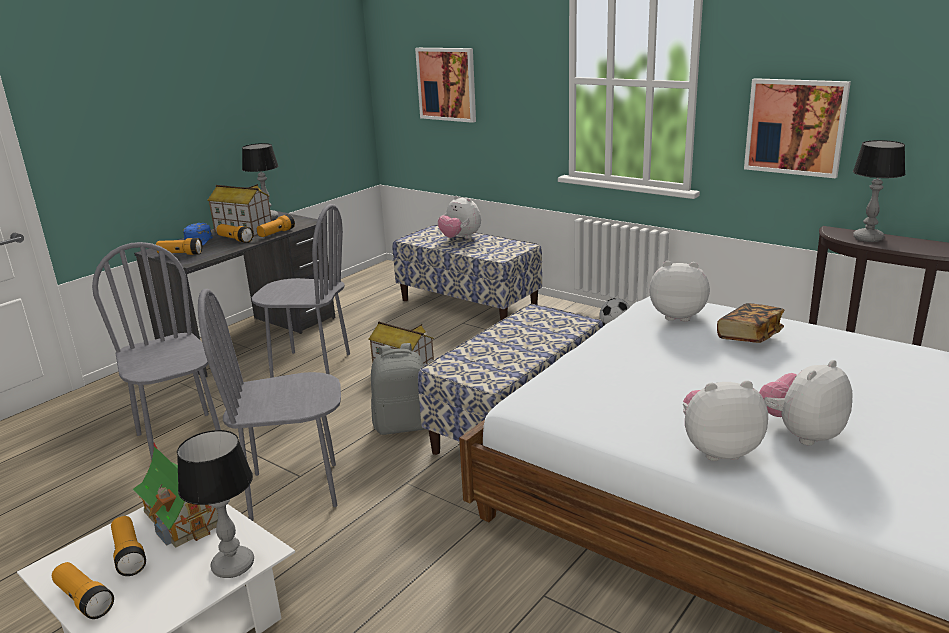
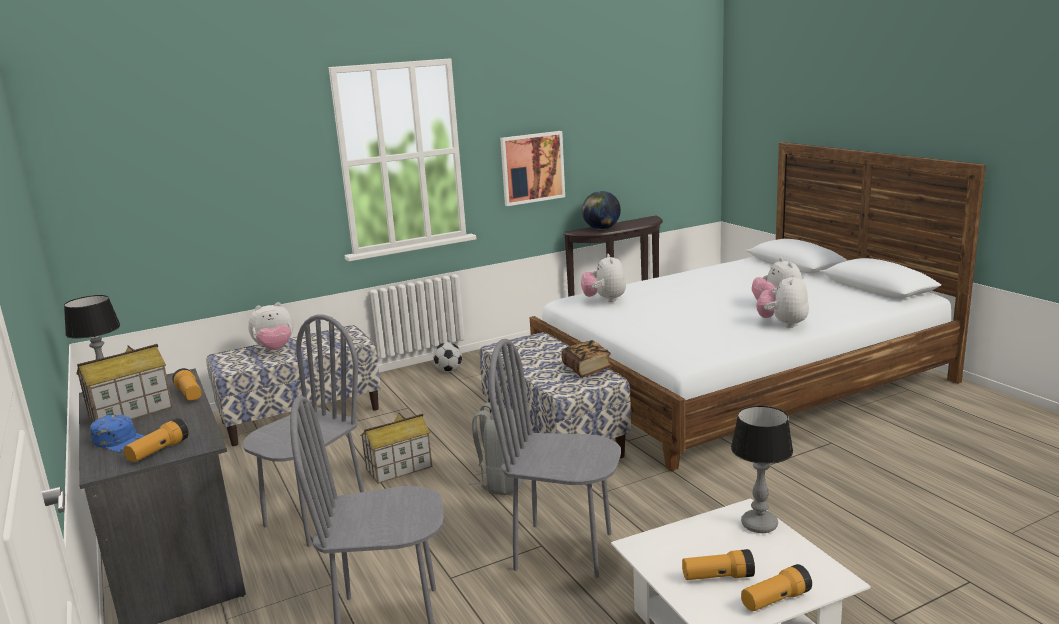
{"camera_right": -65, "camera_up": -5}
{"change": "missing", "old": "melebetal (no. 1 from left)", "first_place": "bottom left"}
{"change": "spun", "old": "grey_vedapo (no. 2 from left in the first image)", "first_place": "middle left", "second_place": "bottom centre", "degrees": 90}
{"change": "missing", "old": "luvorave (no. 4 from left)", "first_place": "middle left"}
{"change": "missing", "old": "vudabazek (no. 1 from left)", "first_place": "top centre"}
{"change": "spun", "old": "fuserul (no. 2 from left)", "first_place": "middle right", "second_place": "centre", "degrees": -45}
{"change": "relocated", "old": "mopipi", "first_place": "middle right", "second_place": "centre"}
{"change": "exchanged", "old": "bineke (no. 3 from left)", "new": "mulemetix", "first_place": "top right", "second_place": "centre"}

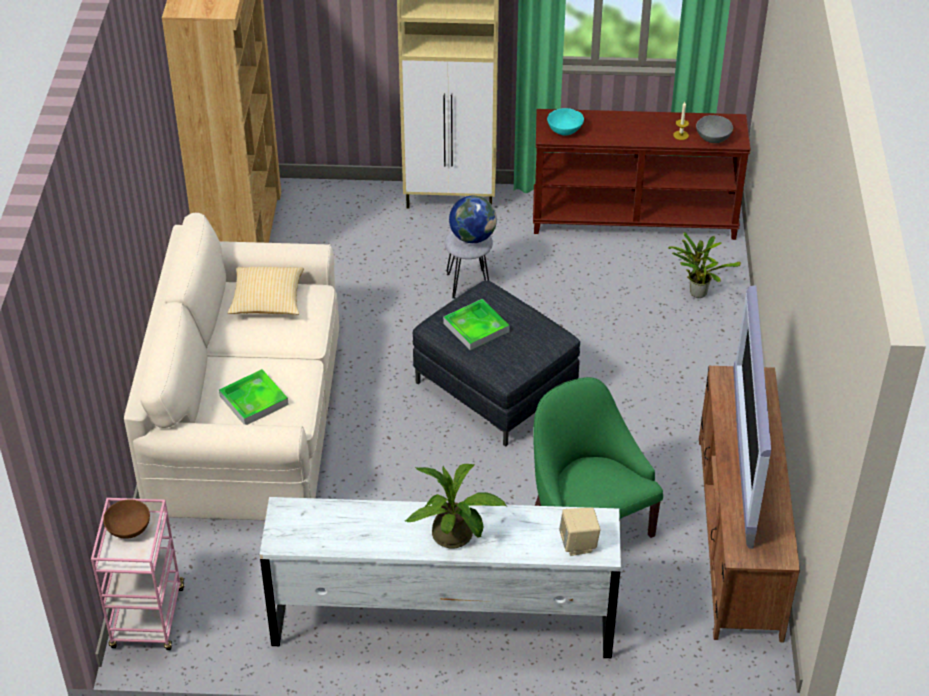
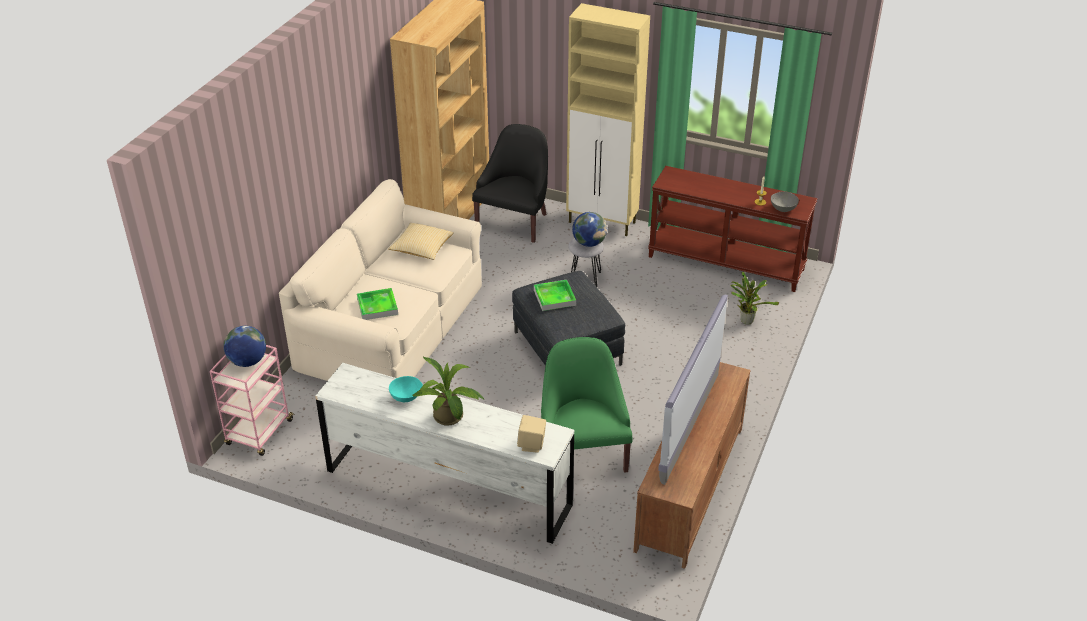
{"camera_right": 20, "camera_up": -5}
{"change": "exchanged", "old": "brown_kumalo", "new": "mulemetix (no. 1 from left)", "first_place": "bottom left", "second_place": "middle left"}
{"change": "relocated", "old": "turquoise_kumalo", "first_place": "top centre", "second_place": "centre"}
{"change": "appeared", "new": "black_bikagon", "second_place": "top centre"}

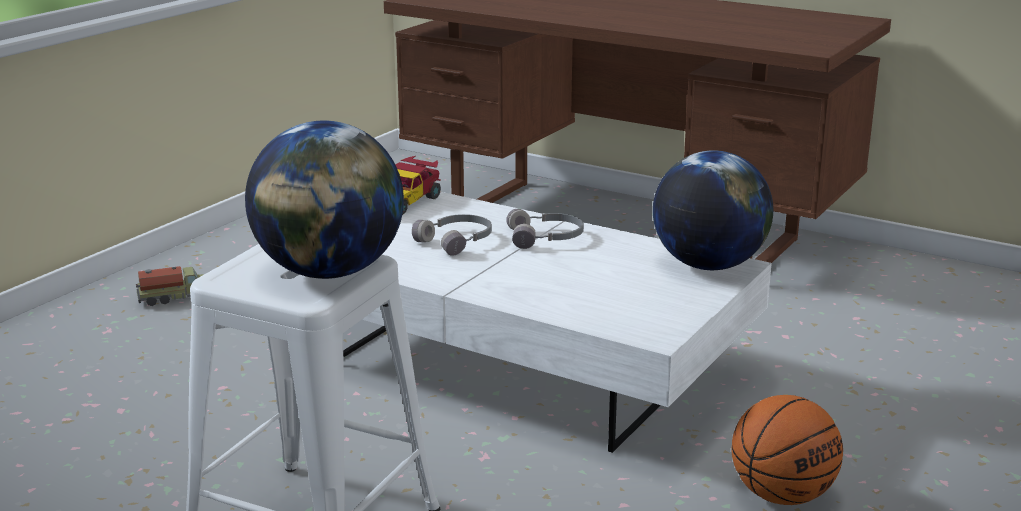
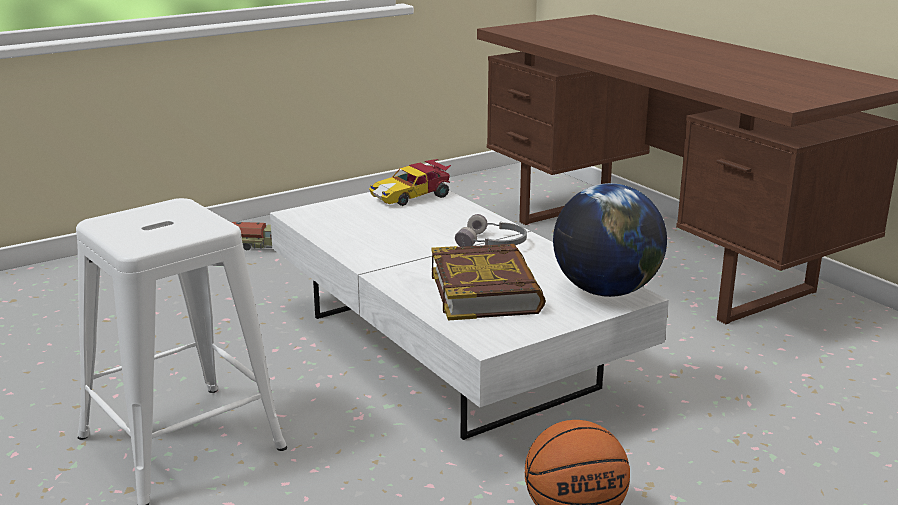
{"camera_right": 25, "camera_up": 0}
{"change": "missing", "old": "mulemetix (no. 1 from left)", "first_place": "middle left"}
{"change": "missing", "old": "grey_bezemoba (no. 1 from left)", "first_place": "centre"}
{"change": "appeared", "new": "mopipi", "second_place": "centre"}

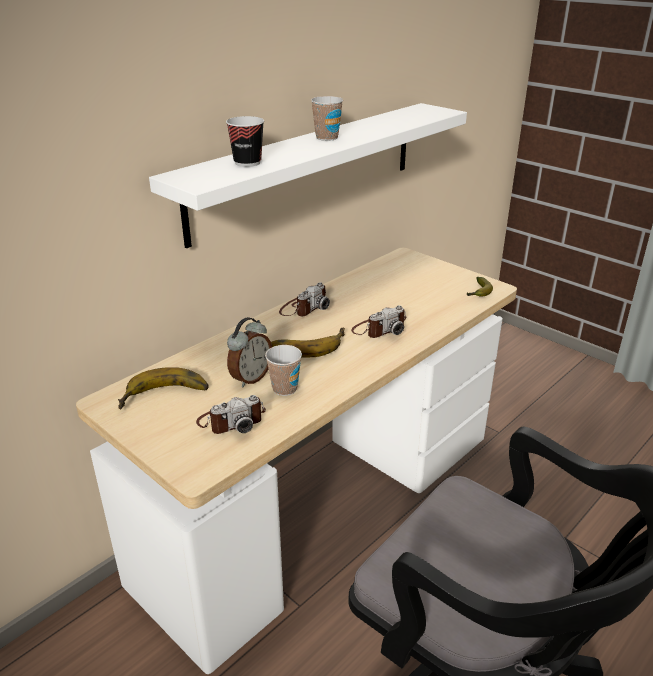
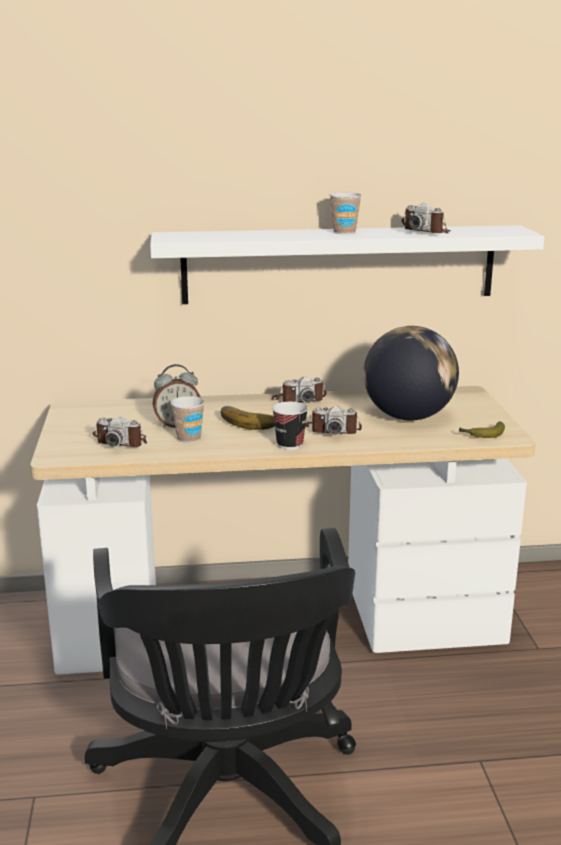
{"camera_right": 40, "camera_up": -10}
{"change": "missing", "old": "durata (no. 1 from left)", "first_place": "middle left"}
{"change": "relocated", "old": "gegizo (no. 1 from left in the first image)", "new": "gegizo (no. 2 from left)", "first_place": "top centre", "second_place": "centre"}
{"change": "appeared", "new": "mulemetix", "second_place": "middle right"}
{"change": "appeared", "new": "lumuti (no. 4 from left)", "second_place": "top right"}

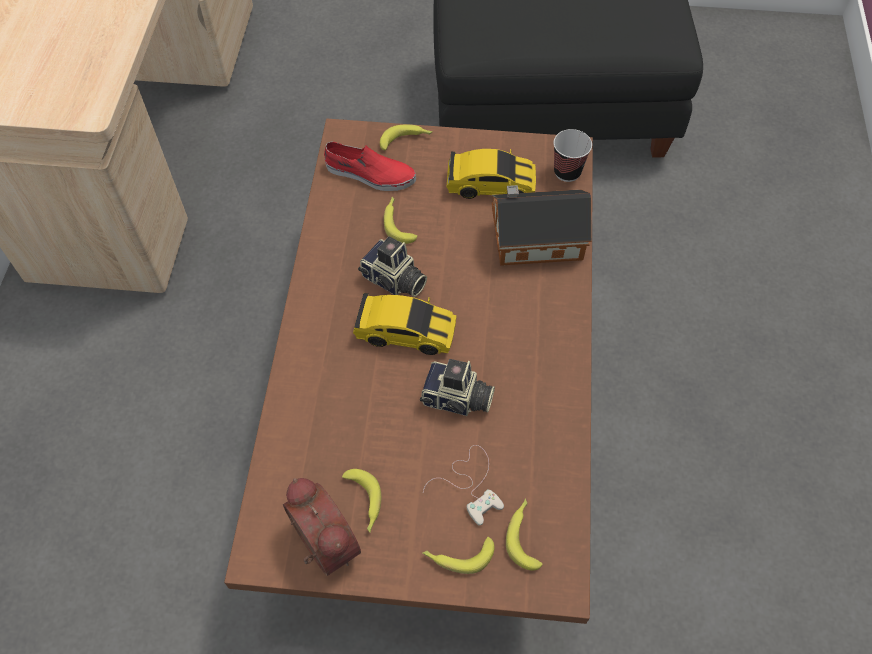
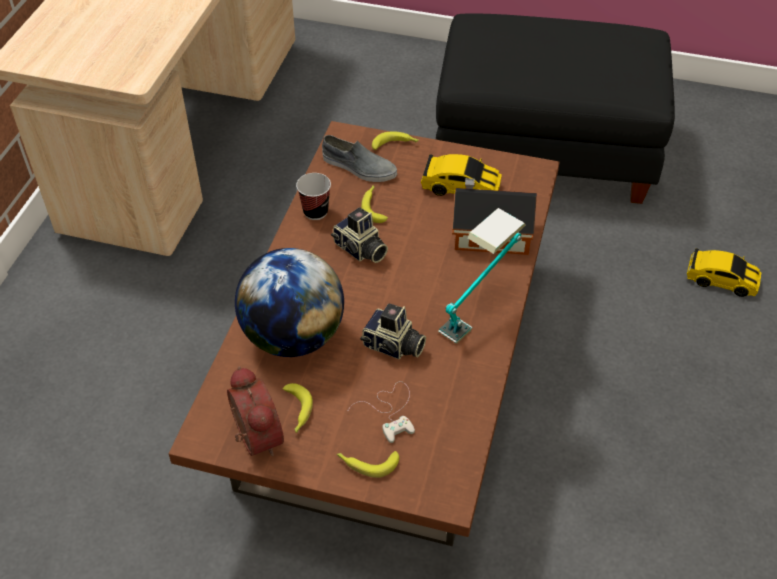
{"camera_right": 10, "camera_up": -10}
{"change": "colour", "old": "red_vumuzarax", "new": "grey_vumuzarax", "first_place": "top centre", "second_place": "top centre"}
{"change": "relocated", "old": "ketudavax (no. 1 from left in the first image)", "new": "ketudavax (no. 2 from left)", "first_place": "centre", "second_place": "middle right"}
{"change": "missing", "old": "durata (no. 5 from left)", "first_place": "bottom centre"}
{"change": "relocated", "old": "gegizo", "first_place": "top centre", "second_place": "centre"}
{"change": "appeared", "new": "mulemetix", "second_place": "centre"}
{"change": "appeared", "new": "bineke", "second_place": "centre"}

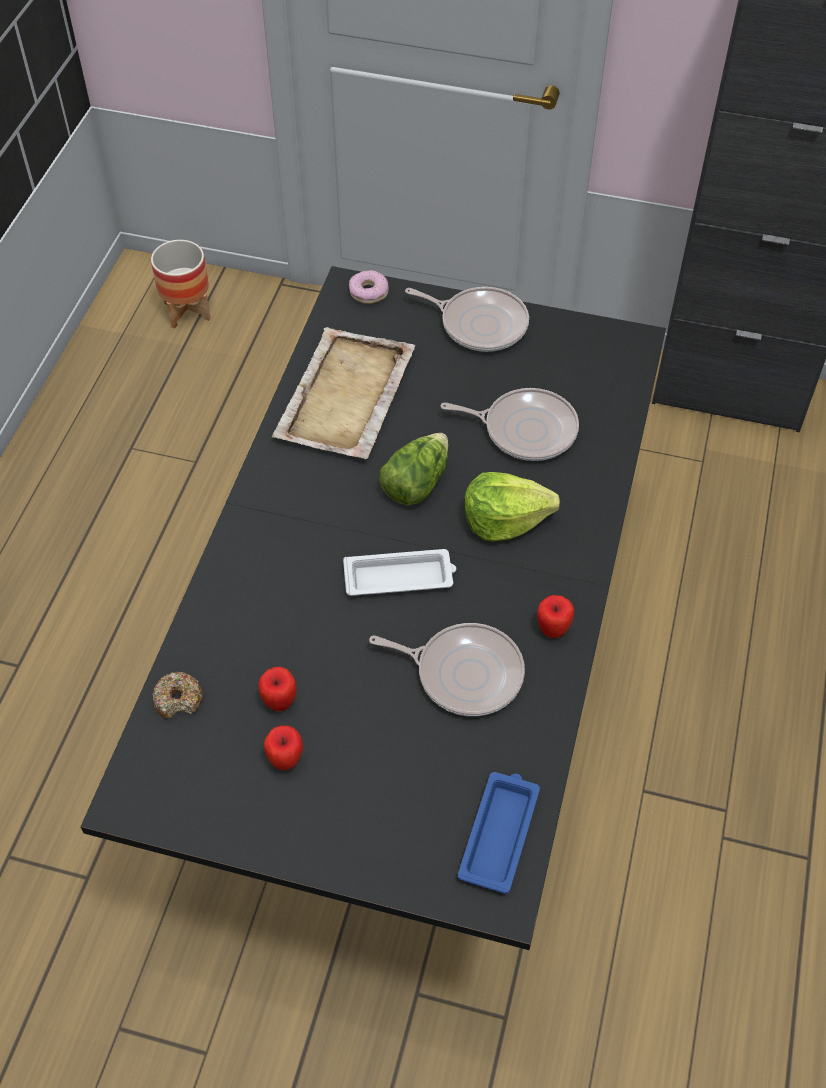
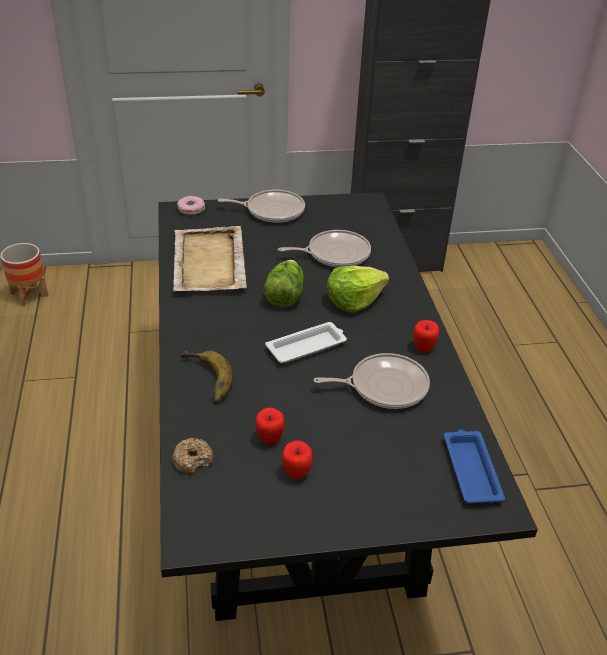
{"camera_right": -25, "camera_up": -15}
{"change": "appeared", "new": "durata", "second_place": "centre"}

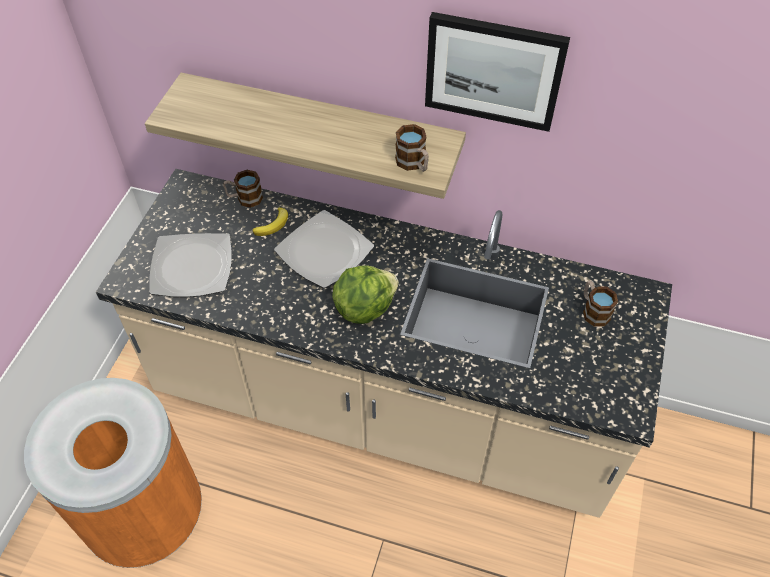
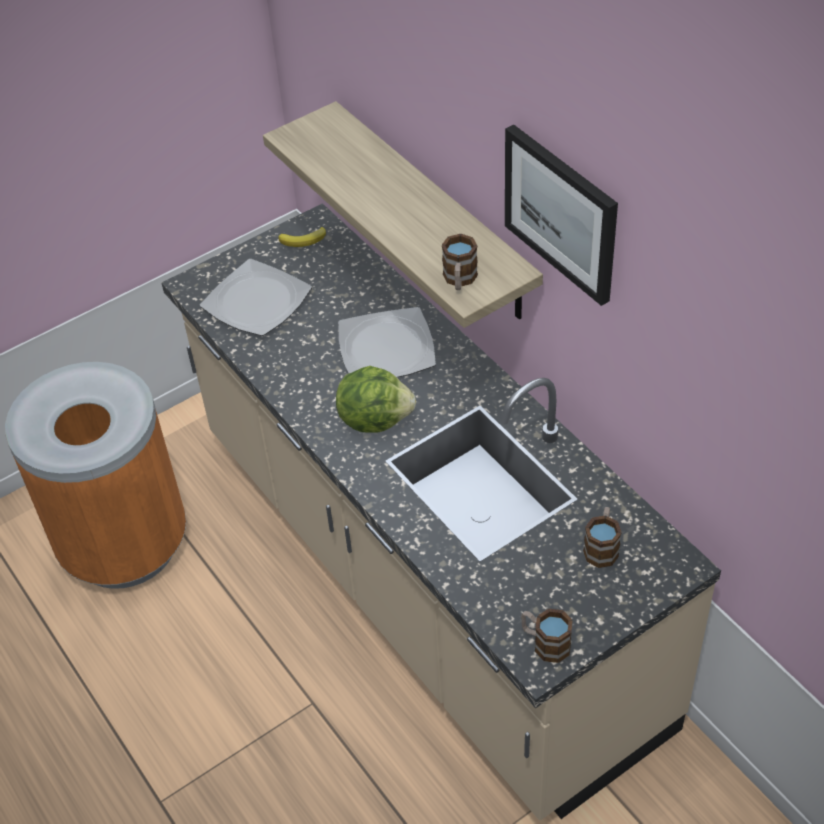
{"camera_right": 40, "camera_up": -5}
{"change": "relocated", "old": "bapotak (no. 1 from left in the first image)", "new": "bapotak (no. 2 from left)", "first_place": "top left", "second_place": "bottom centre"}
{"change": "relocated", "old": "durata", "first_place": "centre", "second_place": "top centre"}

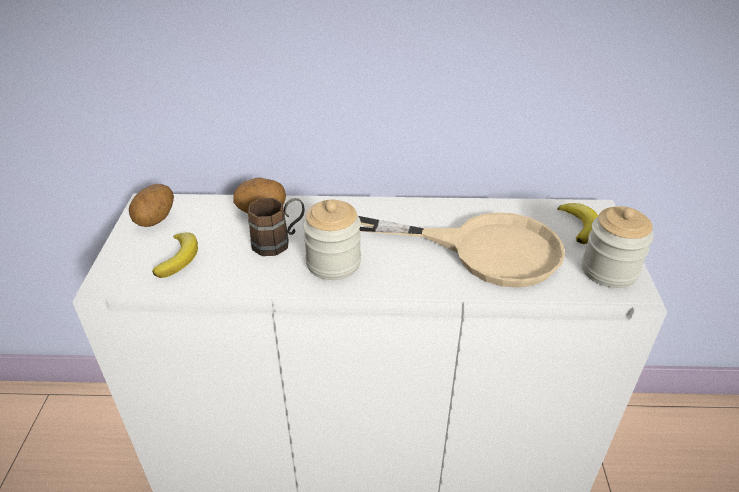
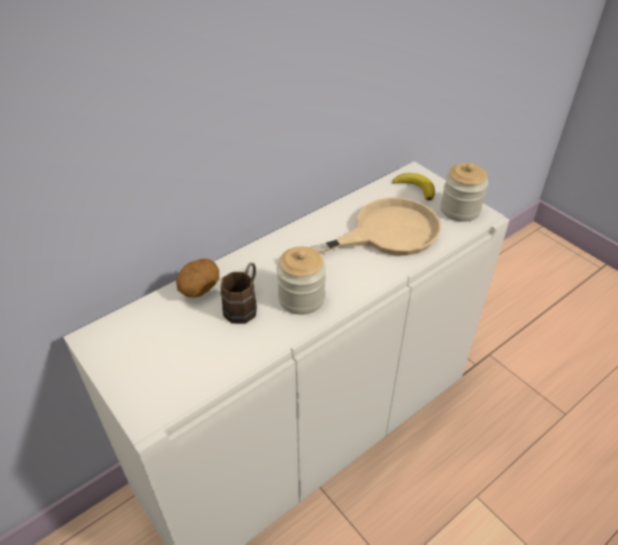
{"camera_right": -40, "camera_up": 5}
{"change": "missing", "old": "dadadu (no. 1 from left)", "first_place": "middle left"}
{"change": "missing", "old": "durata (no. 1 from left)", "first_place": "middle left"}

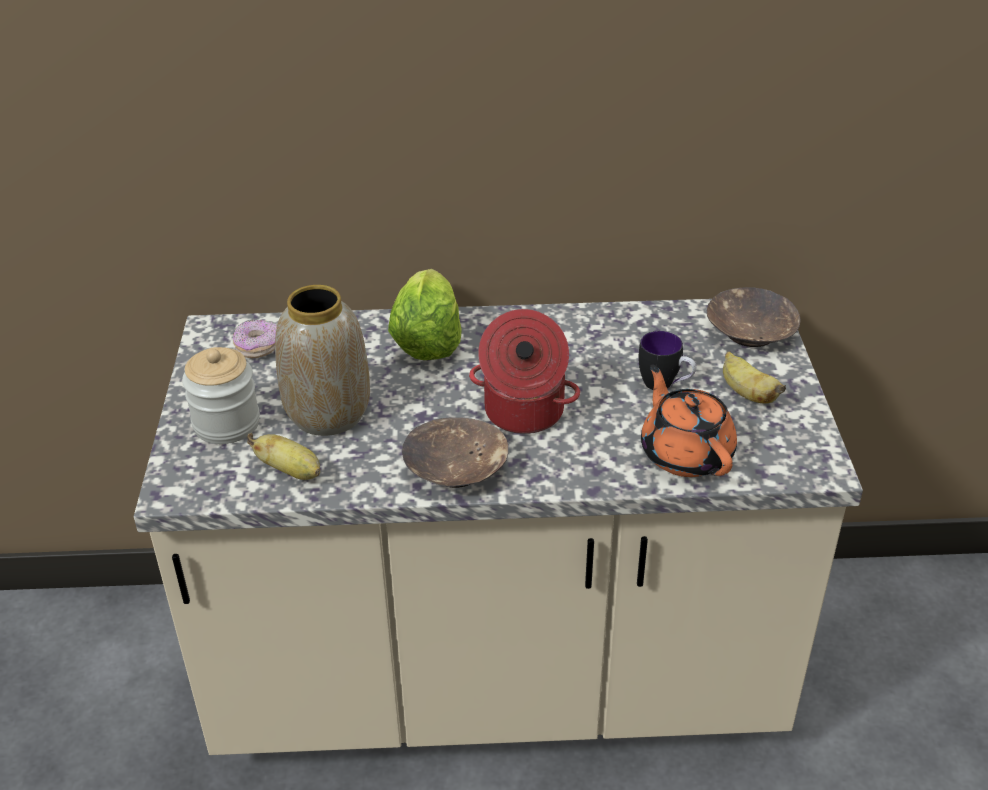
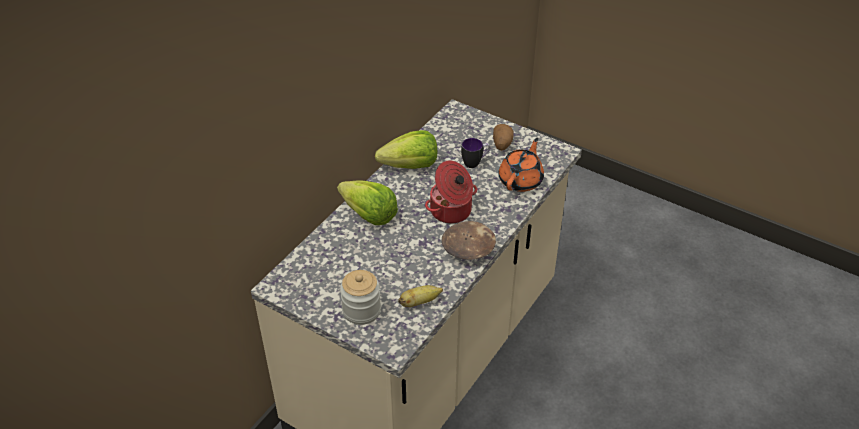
{"camera_right": -55, "camera_up": 5}
{"change": "missing", "old": "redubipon", "first_place": "middle left"}
{"change": "missing", "old": "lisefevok", "first_place": "middle left"}
{"change": "spun", "old": "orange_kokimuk", "first_place": "middle right", "second_place": "centre", "degrees": 105}
{"change": "missing", "old": "brown_kumalo (no. 2 from left)", "first_place": "middle right"}
{"change": "exchanged", "old": "durata (no. 2 from left)", "new": "dadadu", "first_place": "middle right", "second_place": "top centre"}
{"change": "appeared", "new": "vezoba (no. 2 from left)", "second_place": "centre"}

